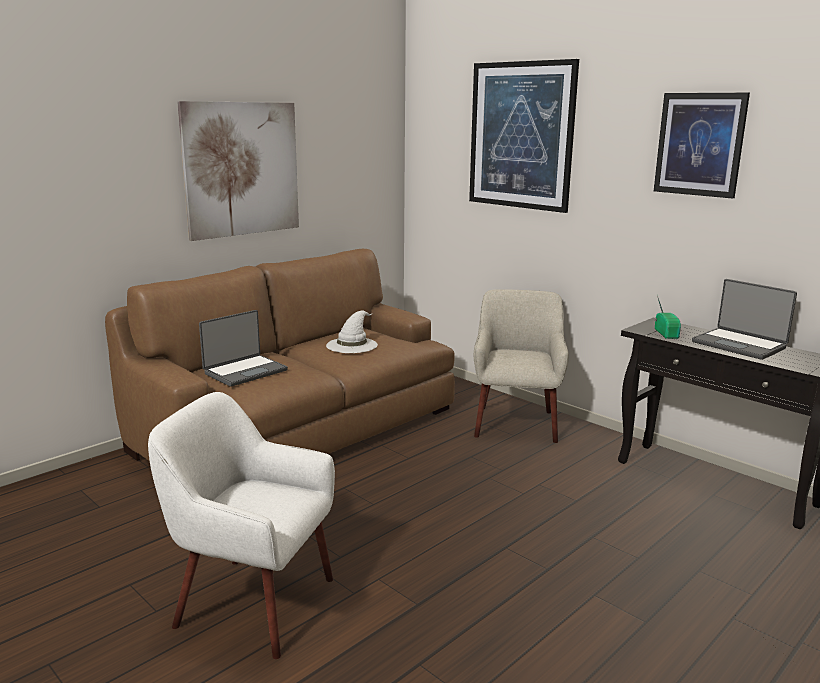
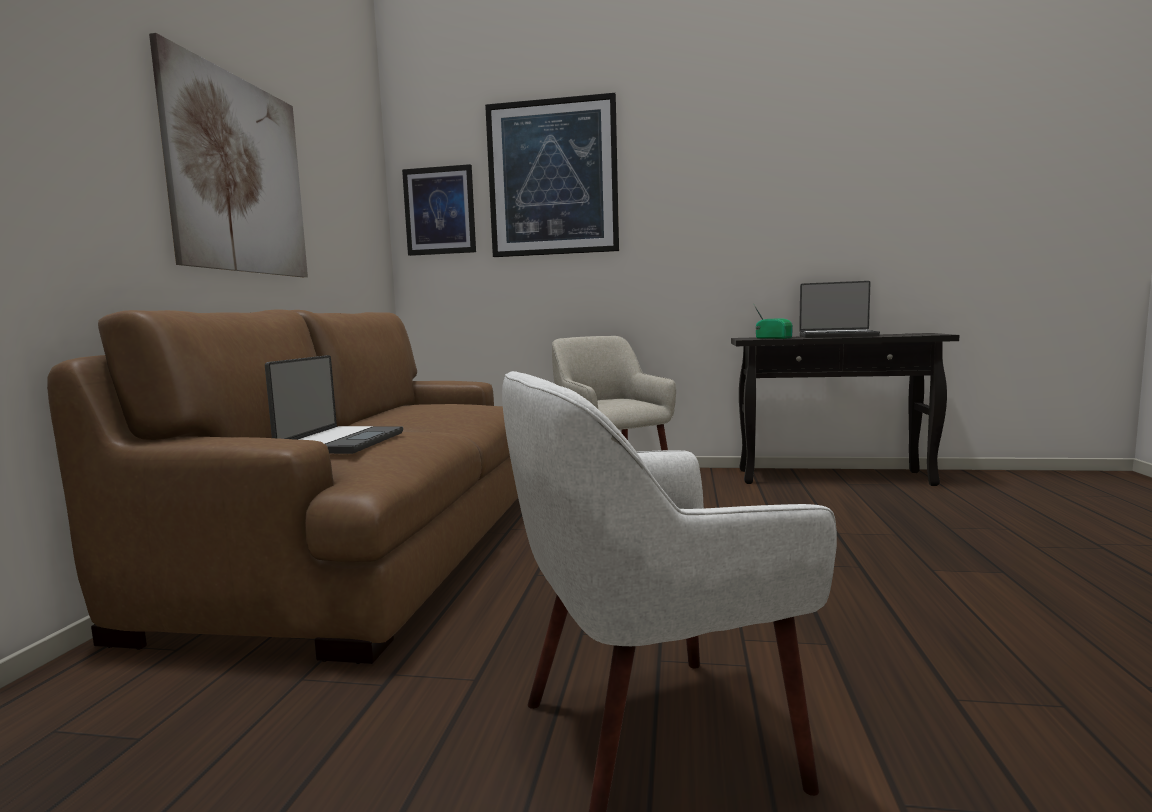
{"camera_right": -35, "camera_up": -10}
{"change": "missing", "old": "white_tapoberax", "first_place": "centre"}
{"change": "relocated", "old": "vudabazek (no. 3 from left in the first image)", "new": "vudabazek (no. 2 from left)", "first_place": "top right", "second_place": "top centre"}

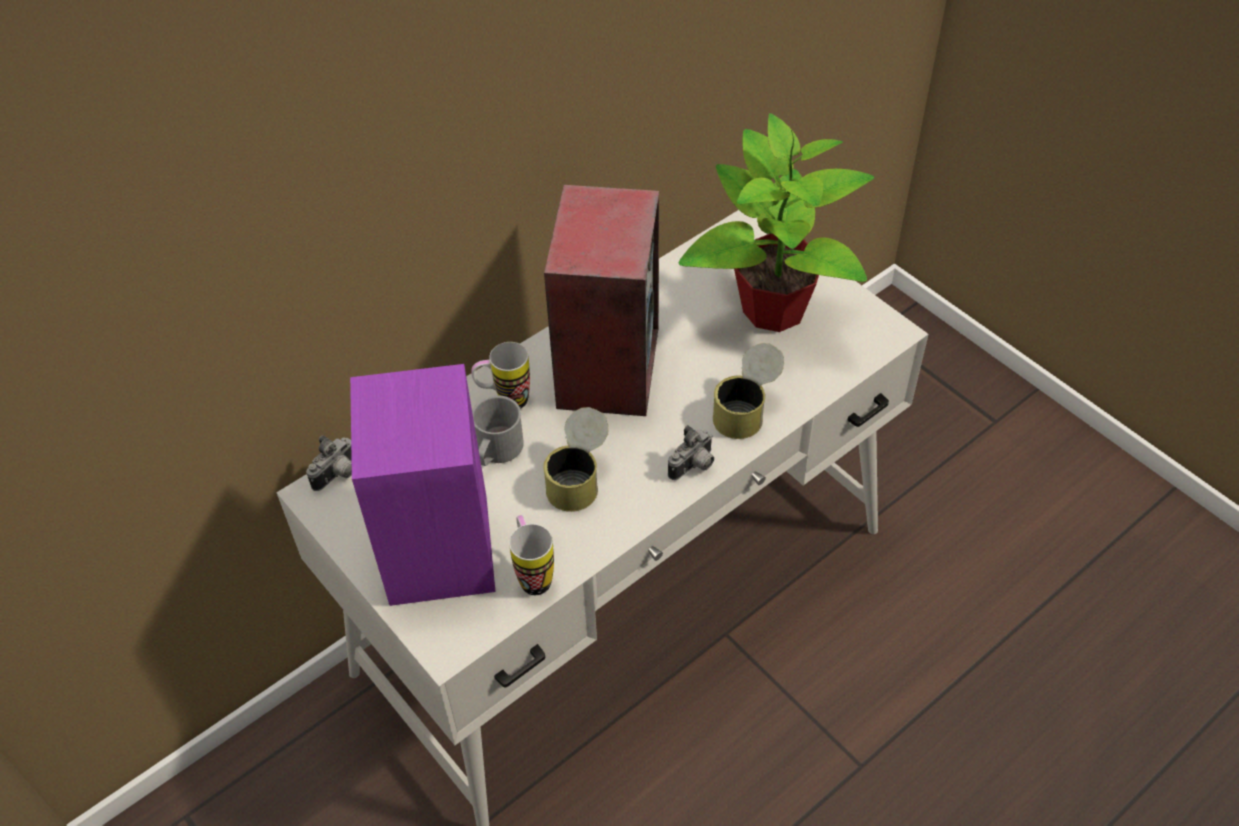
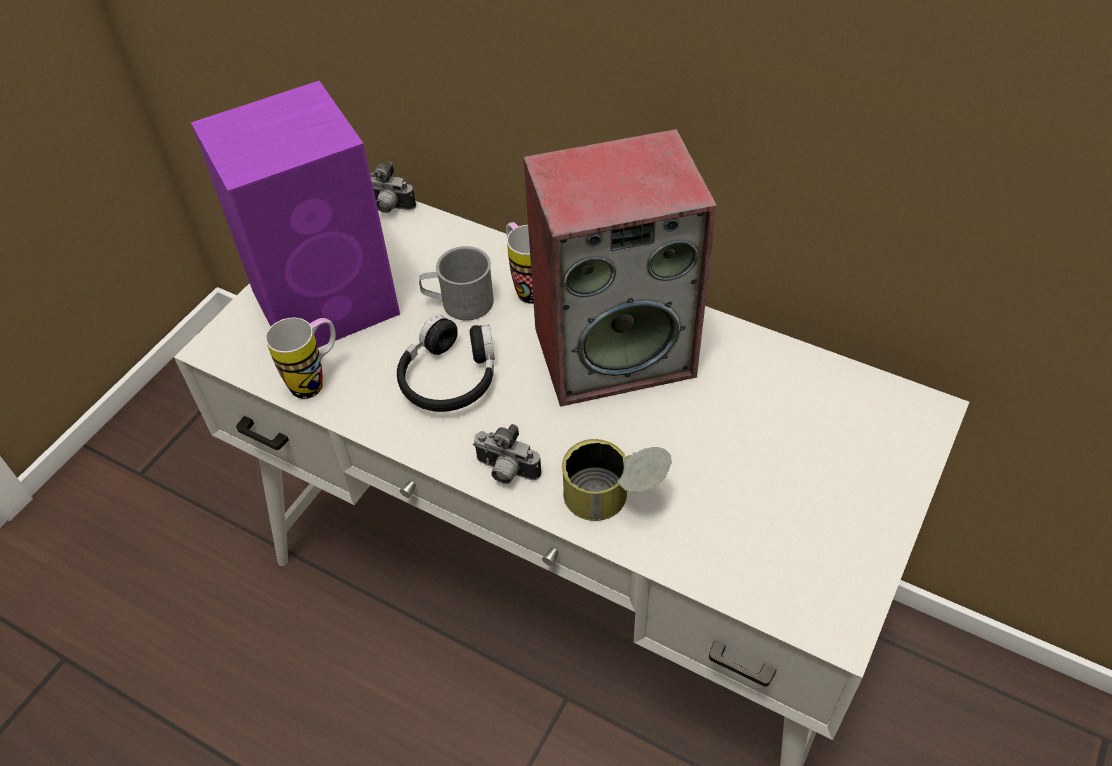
{"camera_right": 70, "camera_up": 0}
{"change": "exchanged", "old": "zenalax (no. 1 from left)", "new": "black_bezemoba", "first_place": "centre", "second_place": "centre"}
{"change": "missing", "old": "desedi", "first_place": "top centre"}

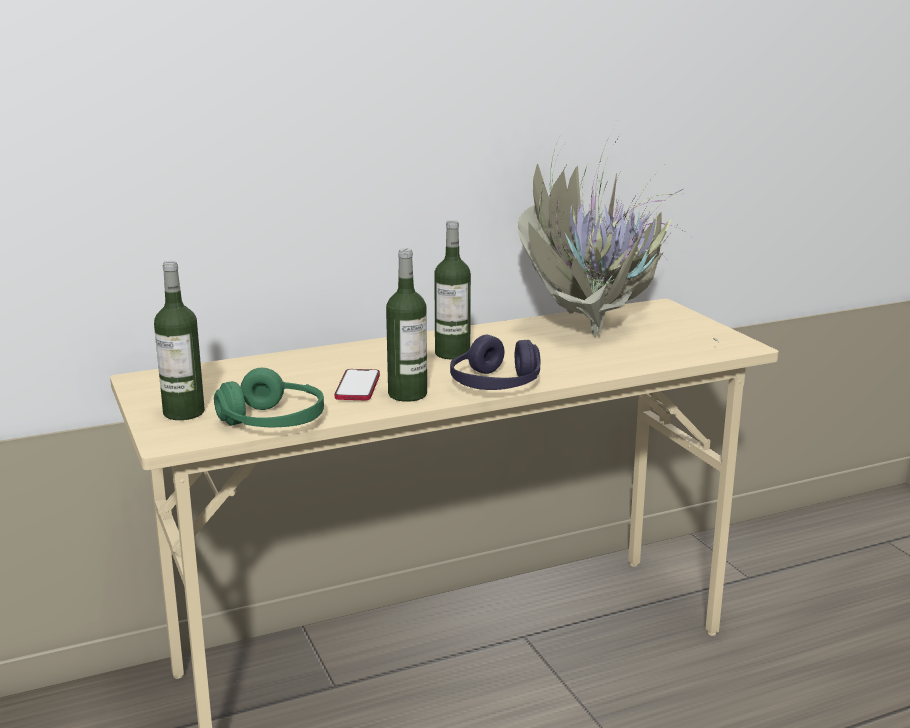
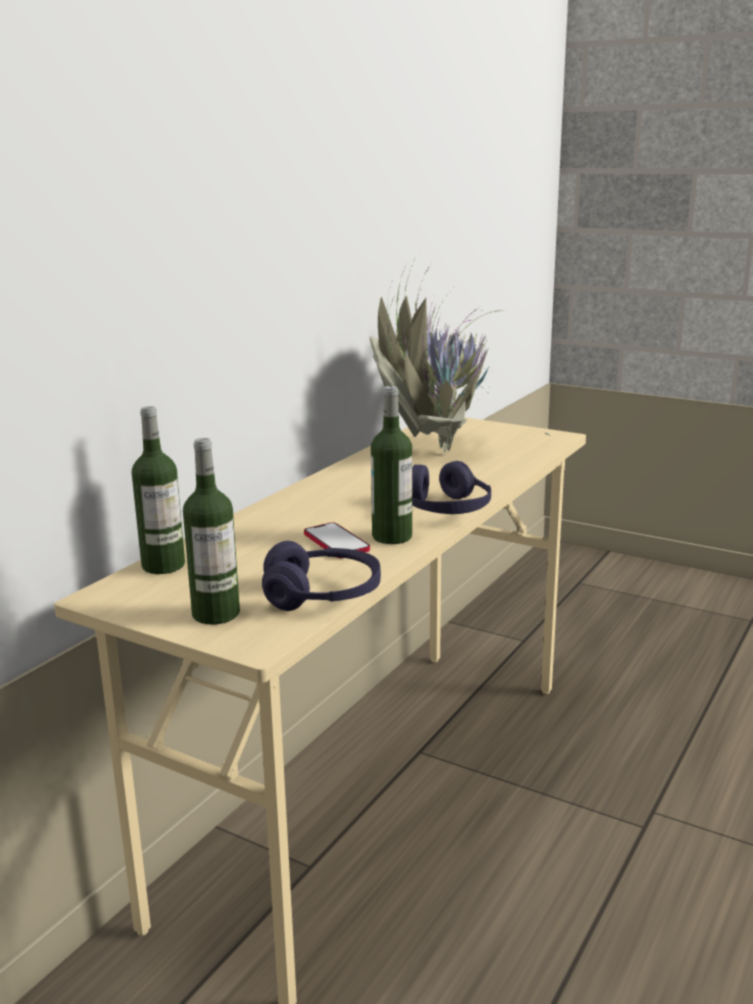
{"camera_right": -35, "camera_up": 0}
{"change": "colour", "old": "green_bezemoba", "new": "purple_bezemoba (no. 1 from left)", "first_place": "middle left", "second_place": "centre"}
{"change": "relocated", "old": "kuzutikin (no. 3 from left in the first image)", "new": "kuzutikin (no. 1 from left)", "first_place": "centre", "second_place": "middle left"}

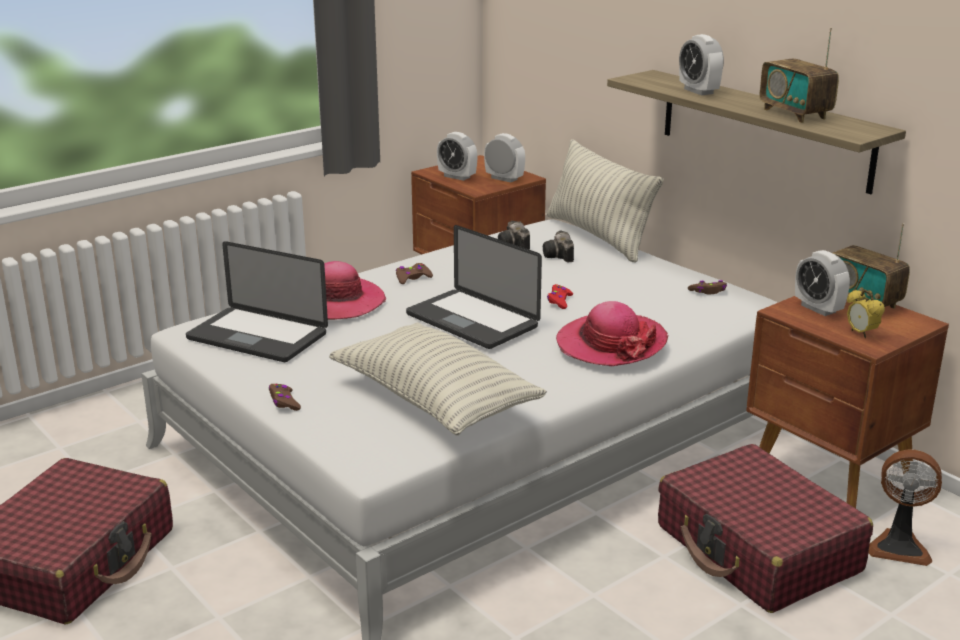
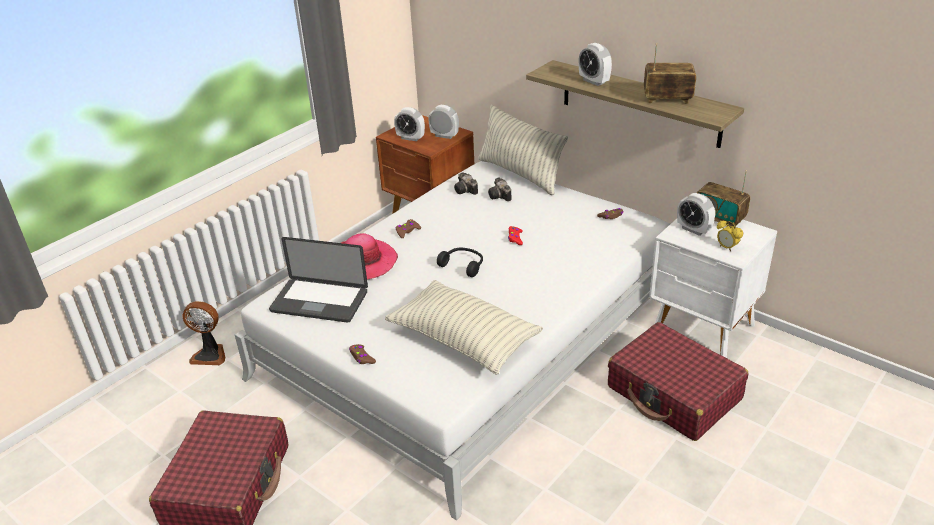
{"camera_right": -10, "camera_up": 10}
{"change": "exchanged", "old": "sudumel (no. 2 from left)", "new": "black_bezemoba", "first_place": "centre", "second_place": "centre"}
{"change": "missing", "old": "tapoberax (no. 2 from left)", "first_place": "centre"}
{"change": "colour", "old": "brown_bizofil (no. 2 from left)", "new": "white_bizofil", "first_place": "middle right", "second_place": "middle right"}
{"change": "spun", "old": "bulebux (no. 1 from left)", "first_place": "top right", "second_place": "top right", "degrees": 135}
{"change": "relocated", "old": "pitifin", "first_place": "bottom right", "second_place": "middle left"}

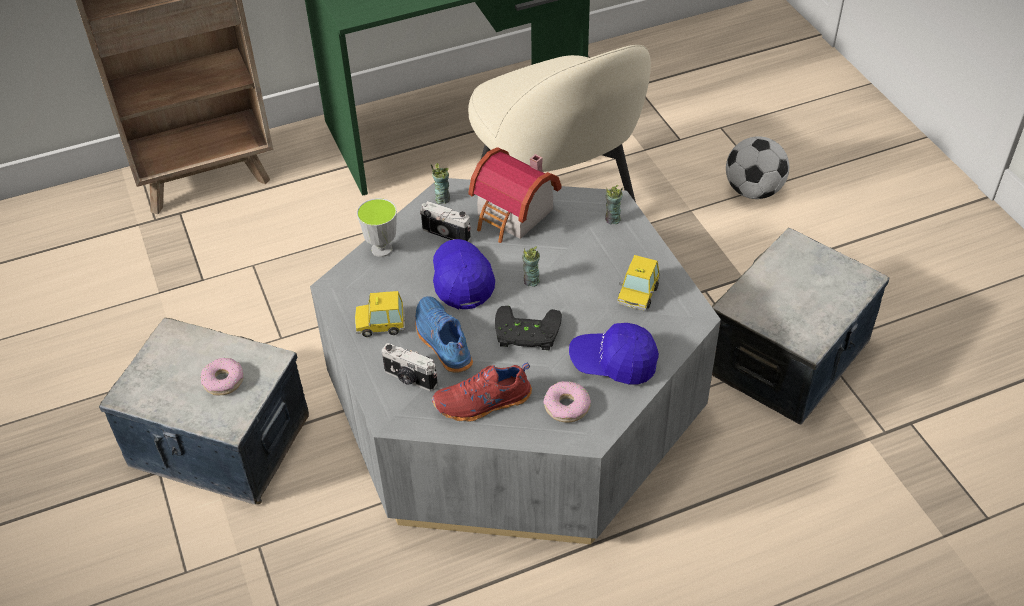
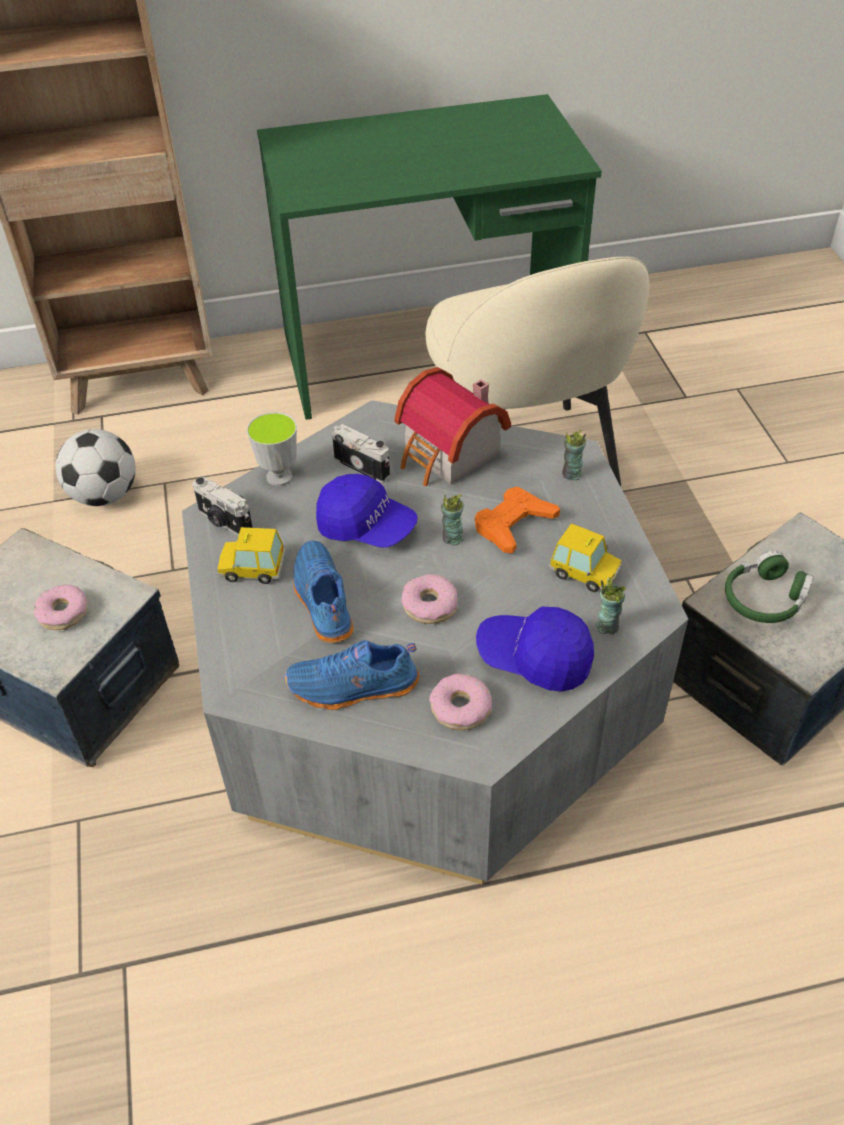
{"camera_right": 10, "camera_up": 0}
{"change": "relocated", "old": "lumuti (no. 1 from left)", "first_place": "centre", "second_place": "middle left"}
{"change": "relocated", "old": "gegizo (no. 2 from left in the first image)", "new": "gegizo (no. 4 from left)", "first_place": "top centre", "second_place": "middle right"}
{"change": "colour", "old": "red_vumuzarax", "new": "blue_vumuzarax (no. 2 from left)", "first_place": "centre", "second_place": "centre"}
{"change": "spun", "old": "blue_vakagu (no. 1 from left)", "first_place": "centre", "second_place": "centre", "degrees": 120}
{"change": "exchanged", "old": "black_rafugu", "new": "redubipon (no. 2 from left)", "first_place": "centre", "second_place": "centre"}
{"change": "spun", "old": "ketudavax (no. 2 from left)", "first_place": "centre", "second_place": "middle right", "degrees": -90}
{"change": "relocated", "old": "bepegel", "first_place": "top right", "second_place": "middle left"}
{"change": "appeared", "new": "orange_rafugu", "second_place": "centre"}
{"change": "appeared", "new": "green_bezemoba", "second_place": "middle right"}

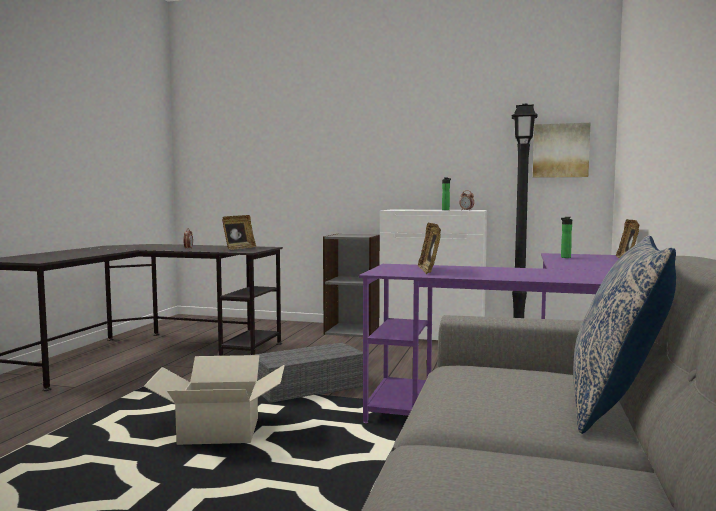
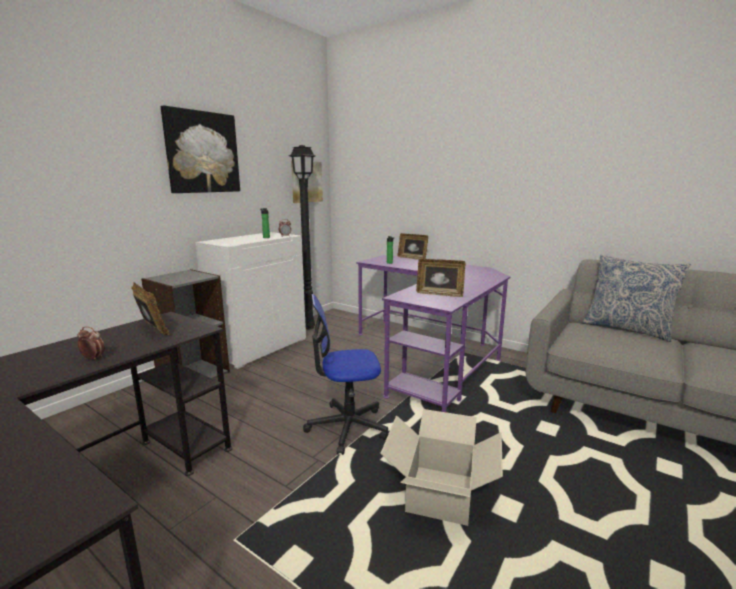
{"camera_right": -70, "camera_up": 10}
{"change": "exchanged", "old": "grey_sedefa", "new": "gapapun", "first_place": "bottom centre", "second_place": "centre"}
{"change": "appeared", "new": "vudabazek (no. 1 from left)", "second_place": "top left"}

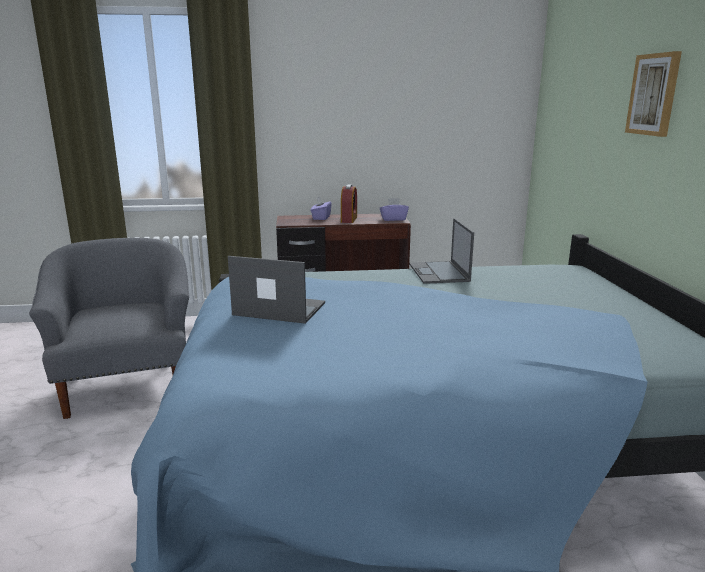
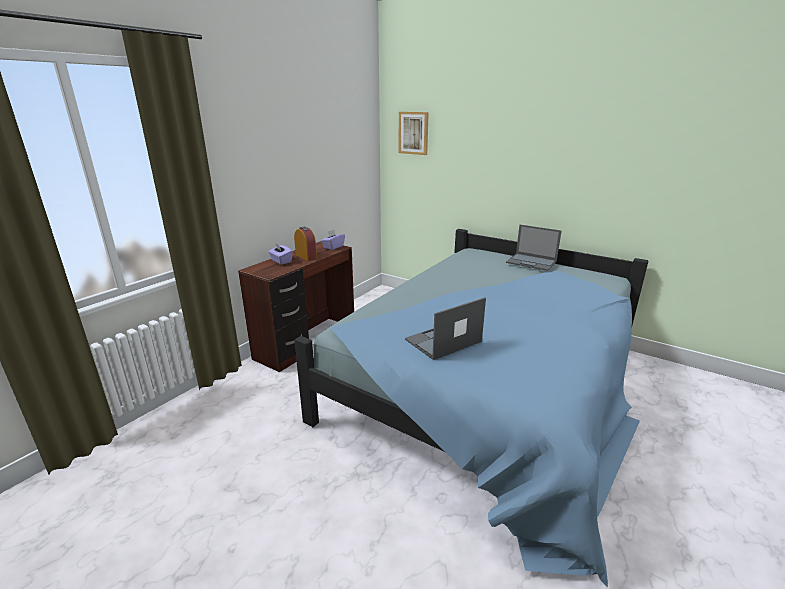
{"camera_right": -50, "camera_up": 5}
{"change": "missing", "old": "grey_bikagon", "first_place": "middle left"}
{"change": "relocated", "old": "sudumel (no. 2 from left)", "first_place": "centre", "second_place": "middle right"}
{"change": "relocated", "old": "vudabazek", "first_place": "top right", "second_place": "top centre"}

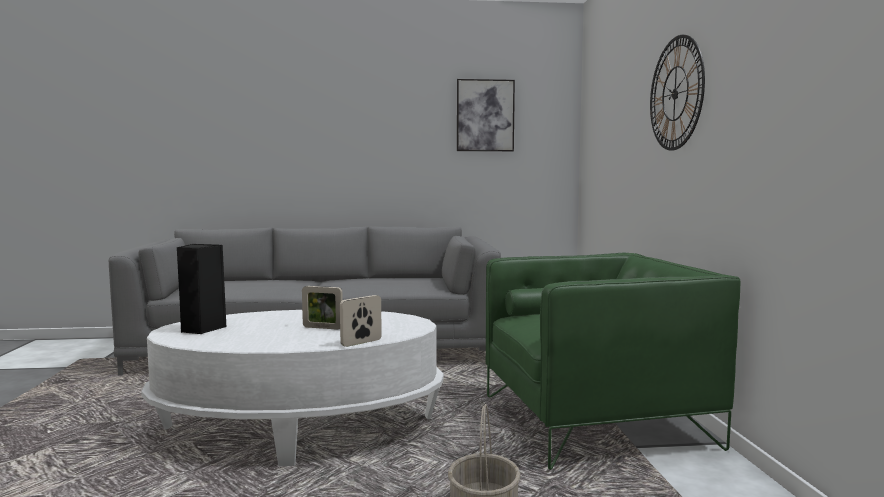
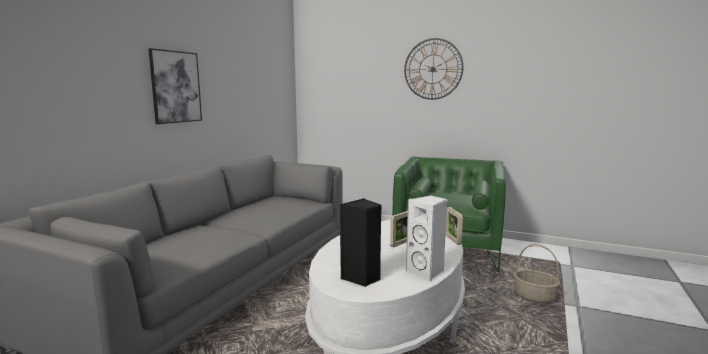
{"camera_right": -60, "camera_up": 5}
{"change": "relocated", "old": "vudabazek", "first_place": "top centre", "second_place": "top left"}
{"change": "appeared", "new": "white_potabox", "second_place": "bottom centre"}

